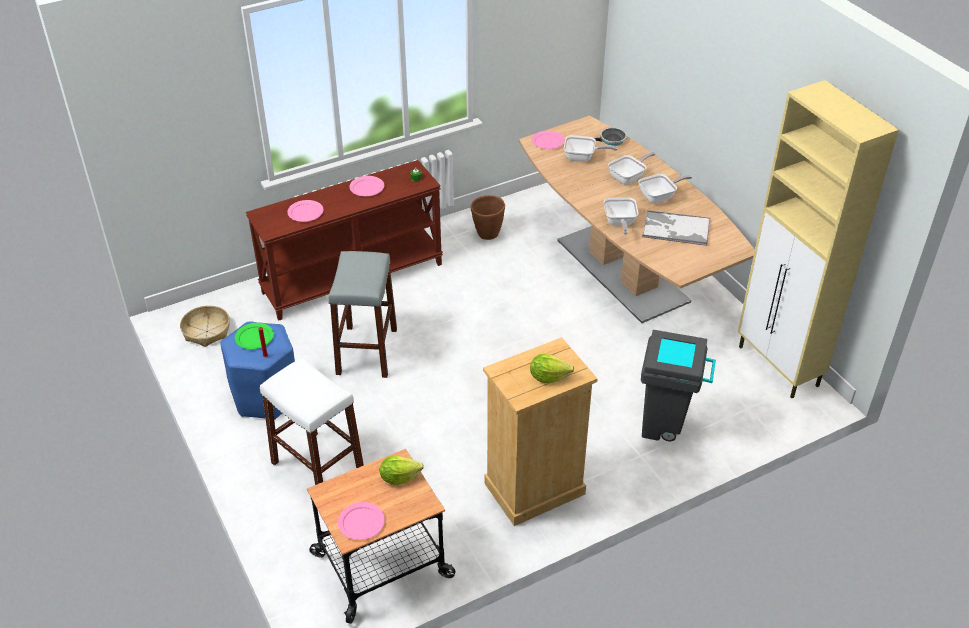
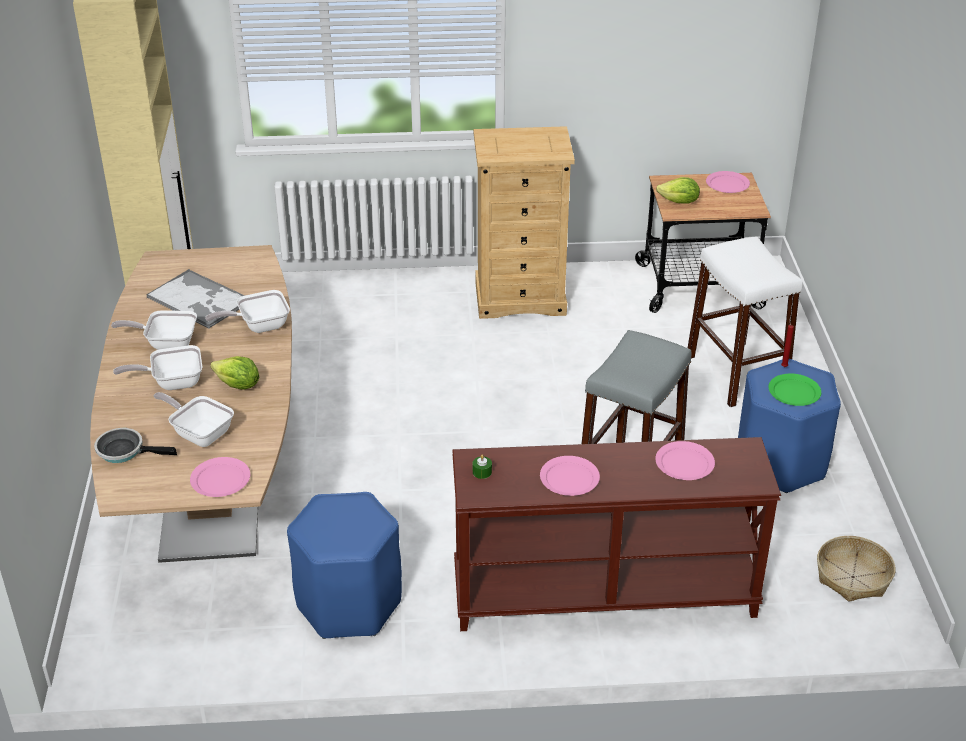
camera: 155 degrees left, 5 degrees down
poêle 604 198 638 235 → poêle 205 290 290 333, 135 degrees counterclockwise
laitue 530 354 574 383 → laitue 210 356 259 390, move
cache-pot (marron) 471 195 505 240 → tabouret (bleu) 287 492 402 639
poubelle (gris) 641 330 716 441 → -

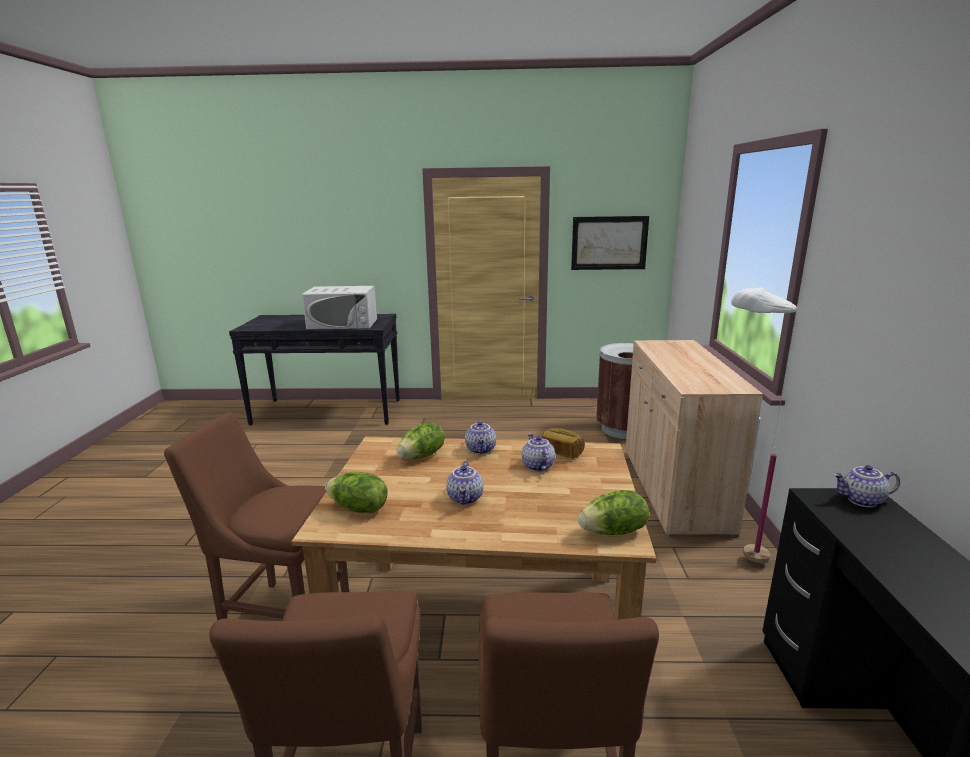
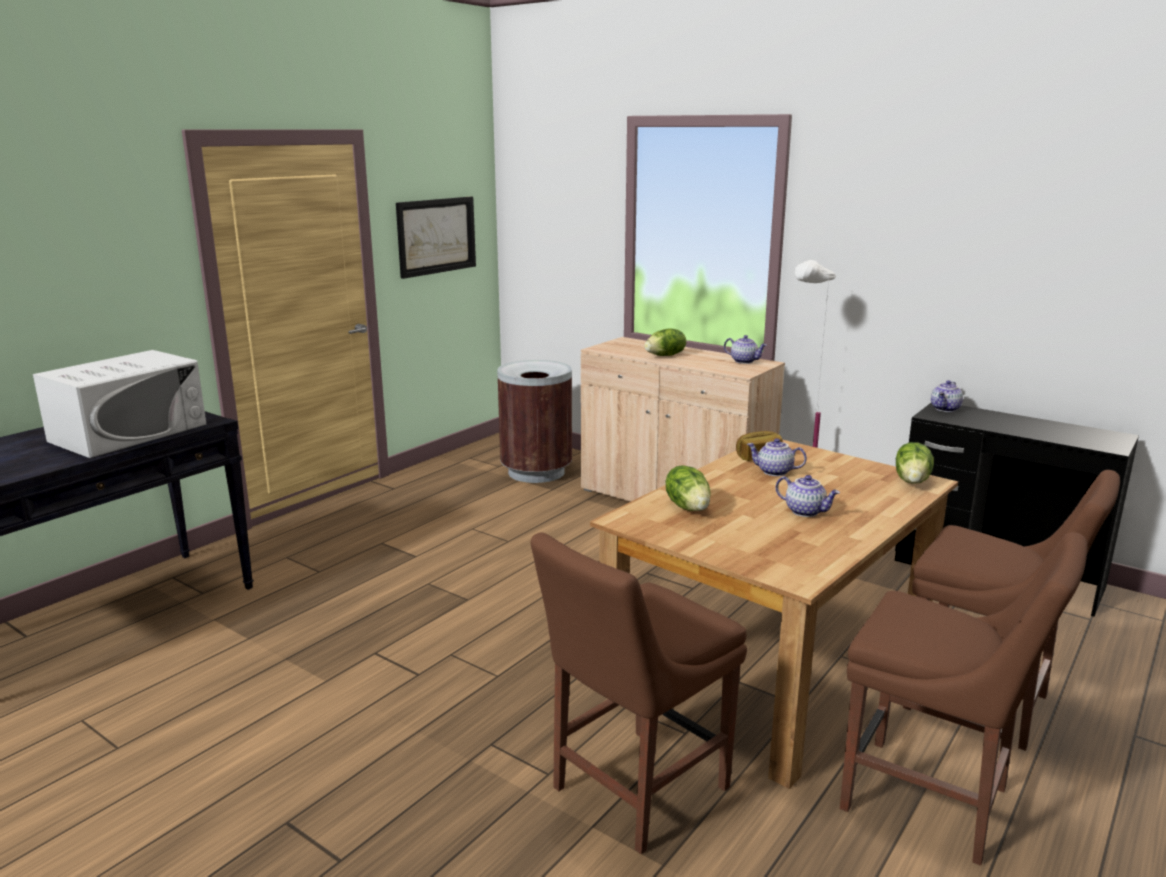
camera: 55 degrees left, 0 degrees up
laitue 325 472 388 513 → laitue 644 329 686 356, move
théière 465 419 496 454 → théière 724 335 767 364, move

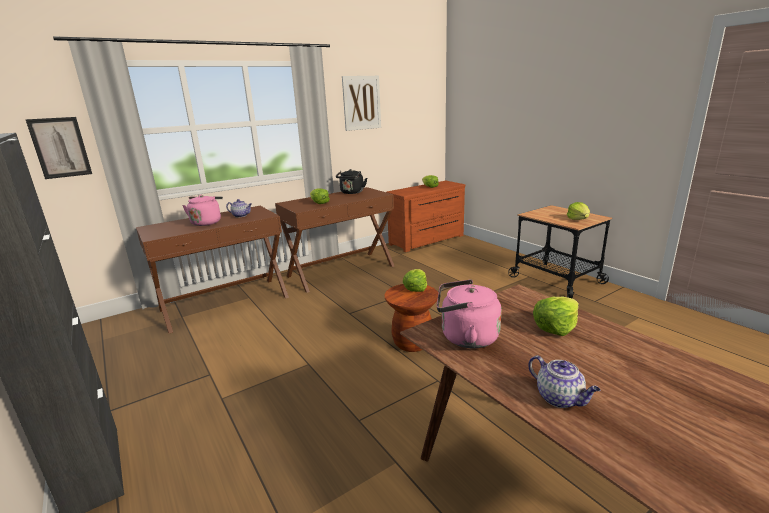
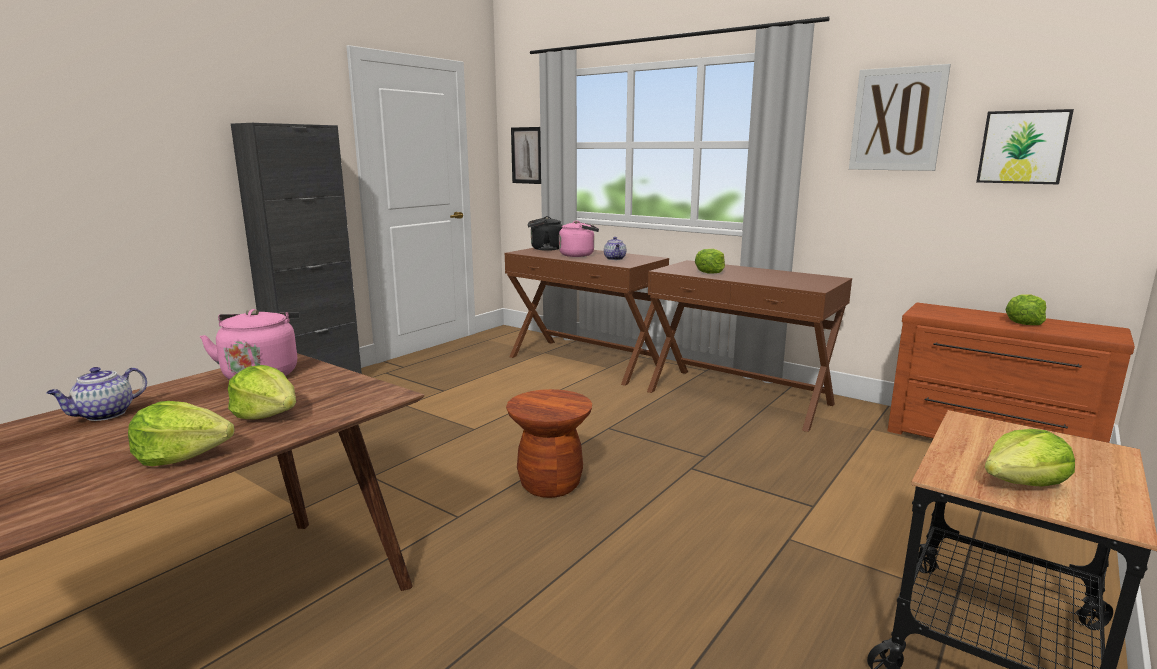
camera: 70 degrees right, 5 degrees down
laitue 403 269 427 292 → laitue 128 401 235 466, move
bouilloire (noir) 336 169 367 194 → bouilloire (noir) 528 216 563 251, move
- → tableau 976 109 1074 185

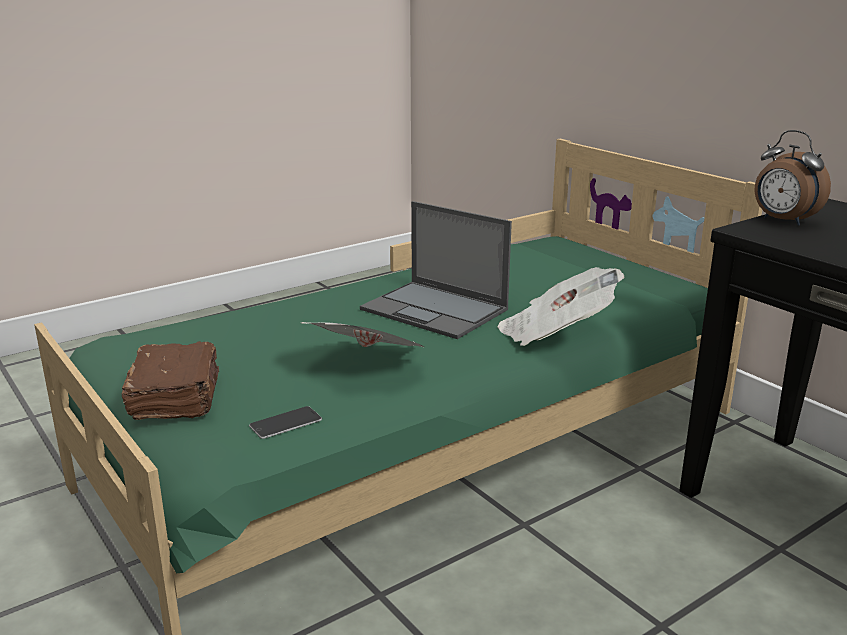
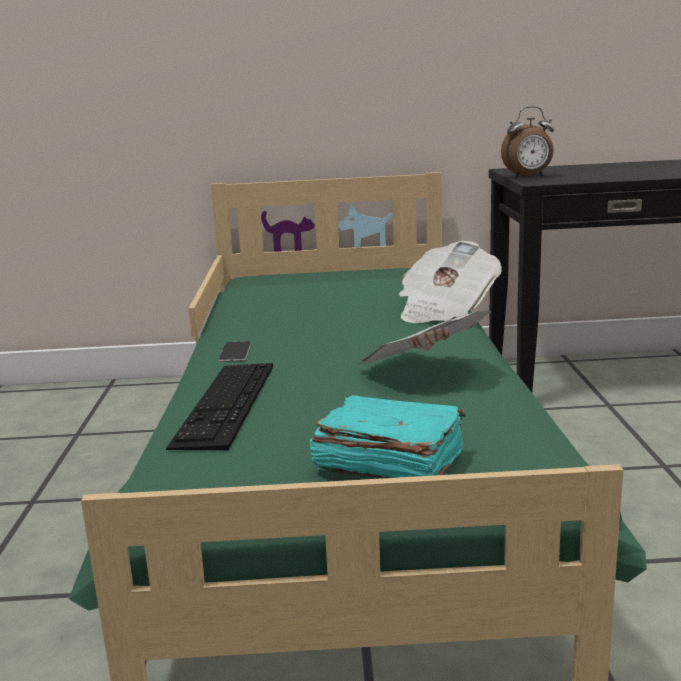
camera: 55 degrees left, 5 degrees down
- → clavier 166 363 273 450
téléphone 249 406 322 439 → téléphone 218 341 252 362, move
livre (marron) 122 341 219 420 → livre (turquoise) 310 395 466 478
ordinateur portable 360 201 512 339 → -

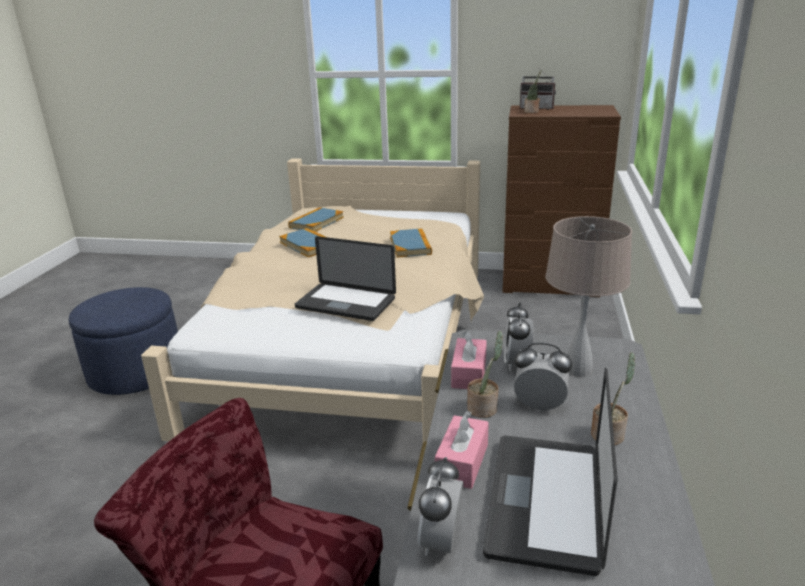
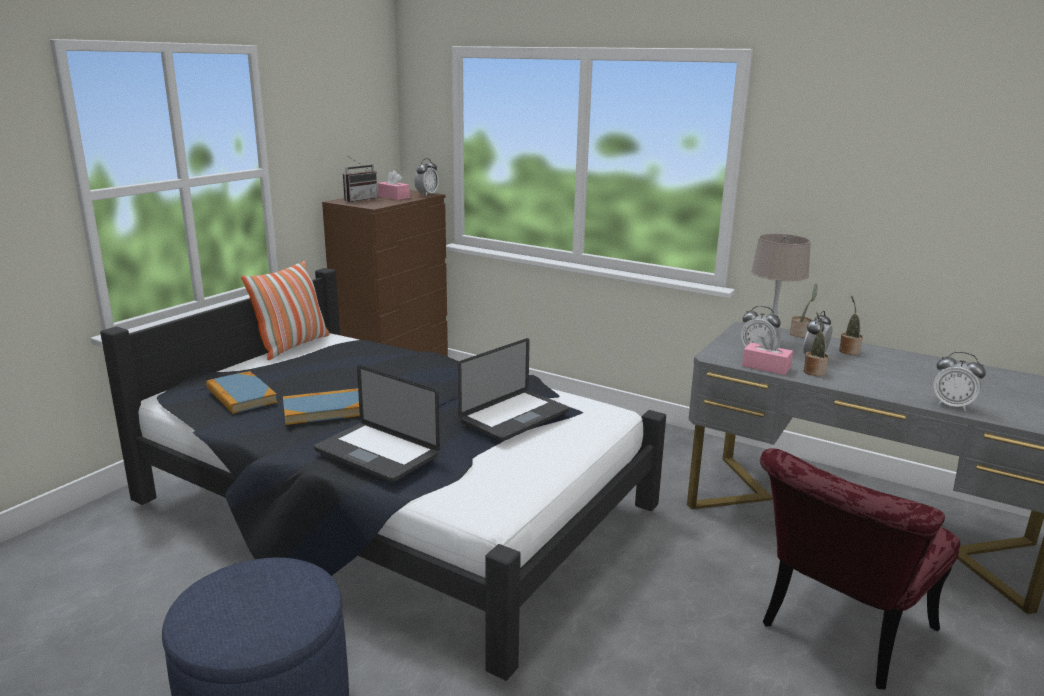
camera: 70 degrees left, 5 degrees down
lit (beige) 141 158 484 442 → lit (noir) 100 268 666 681
- → coussin 241 260 330 360
ordinateur portable 483 367 618 576 → ordinateur portable 314 365 440 482, move
boîte à mouchoirs (rose) 435 411 489 489 → boîte à mouchoirs (rose) 377 170 410 200, move
- → réveil 414 158 439 196
plante en pot 524 70 542 113 → plante en pot 790 283 818 338, move
livre 390 228 432 258 → -

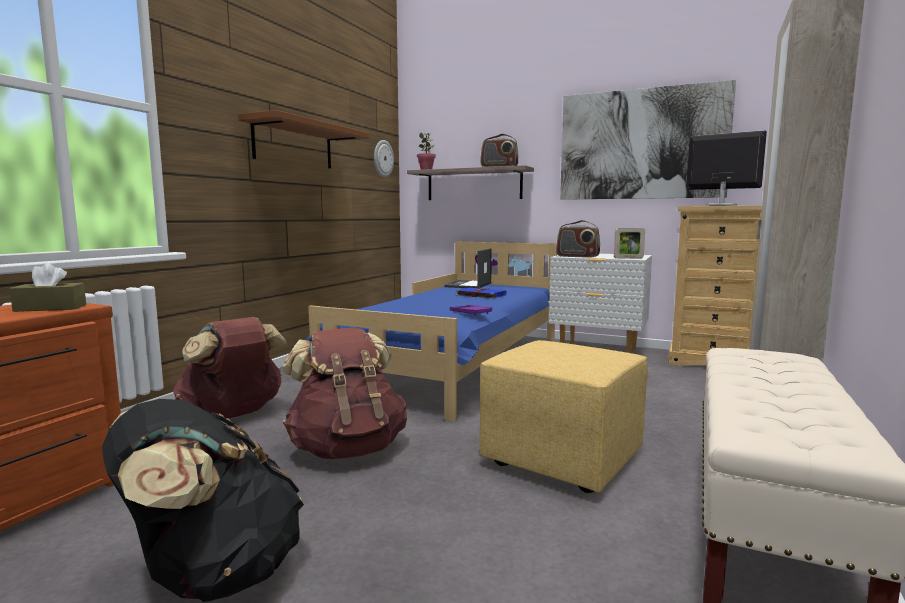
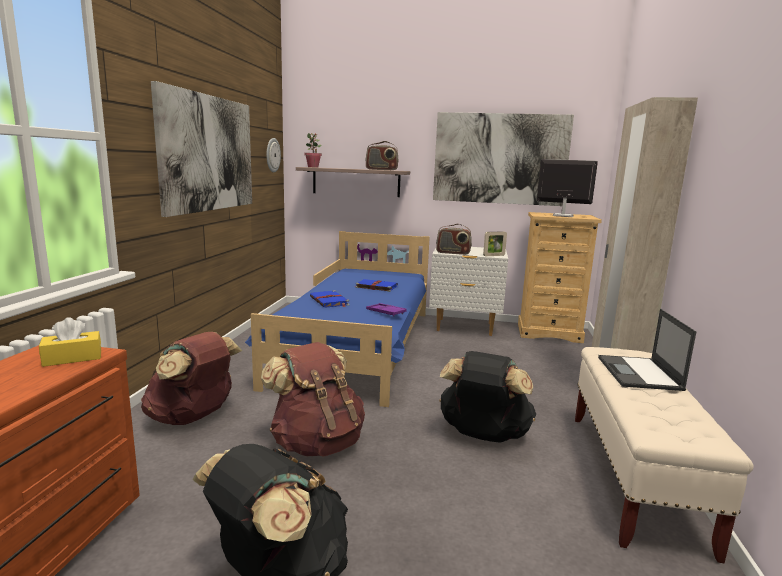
camera: 15 degrees left, 5 degrees up
boîte à mouchoirs (marron) 9 262 86 312 → boîte à mouchoirs (jaune) 39 317 101 367
étagère (marron) 238 110 369 169 → tableau 151 81 252 217
- → livre (bleu) 310 290 350 307
pouf (jaune) 479 340 648 493 → sac à dos (noir) 439 351 536 443
ordinateur portable 444 248 491 288 → ordinateur portable 598 309 696 391, move

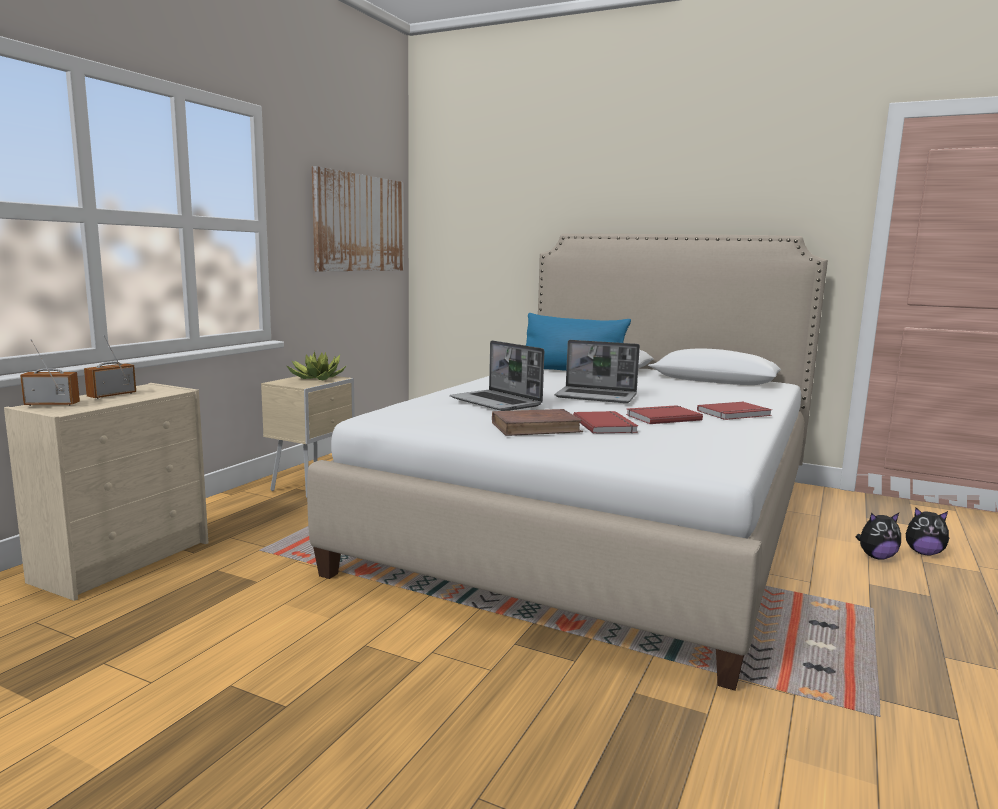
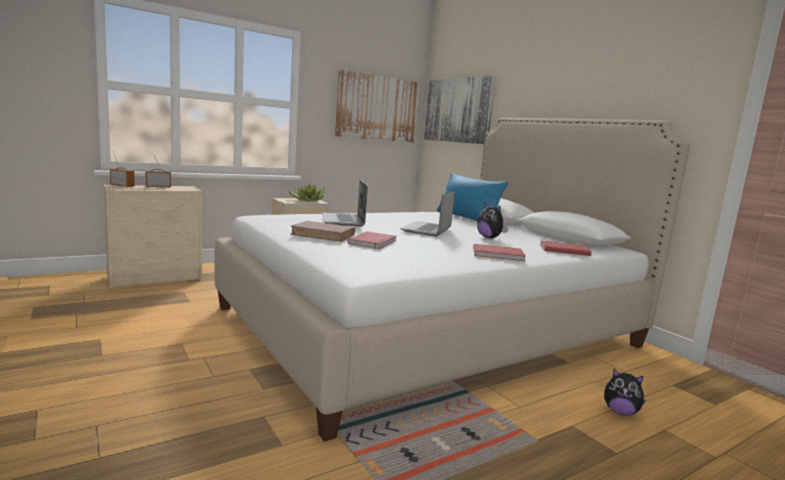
camera: 30 degrees right, 0 degrees up
ordinateur portable 555 340 640 403 → ordinateur portable 400 191 455 236, 60 degrees clockwise
- → tableau 424 75 496 144
peluche 906 508 950 555 → peluche 477 202 508 238, move
livre (rouge) 626 405 703 424 → livre (rouge) 540 240 592 256, move

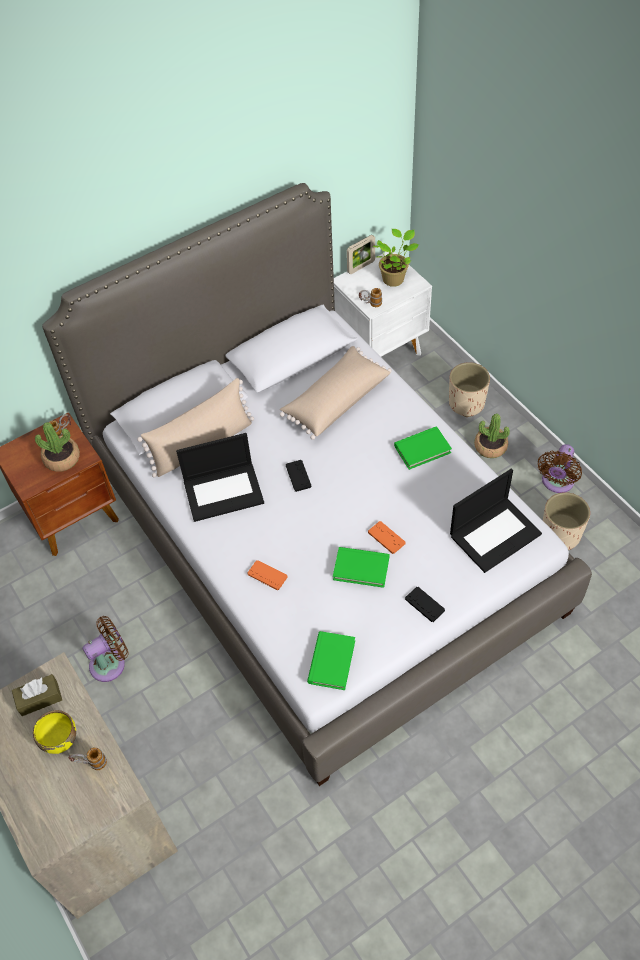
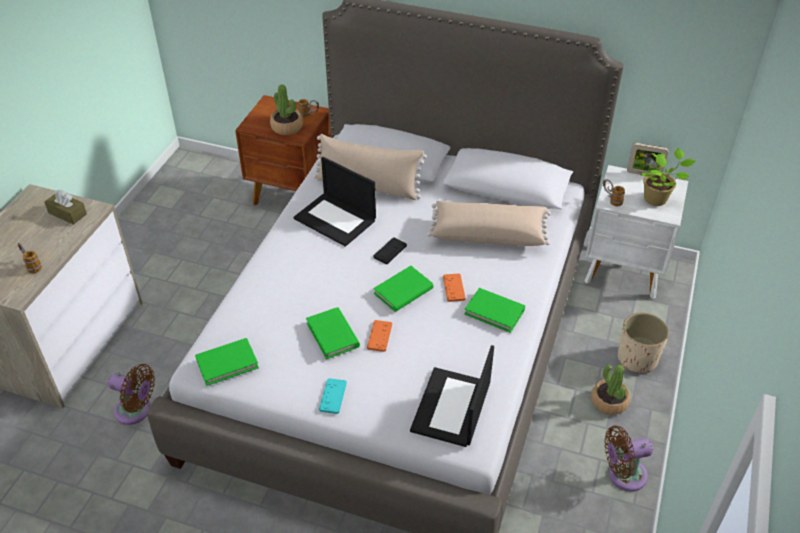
camera: 50 degrees right, 10 degrees down
ventilateur (marron) 82 616 129 682 → ventilateur (marron) 108 364 155 425, move
manette (noir) 405 587 445 622 → manette (turquoise) 319 378 347 414
- → livre (vert) 373 266 433 312
ordinateur portable 450 469 542 573 → ordinateur portable 410 345 494 447, 90 degrees clockwise
manette (orange) 247 560 288 590 → manette (orange) 443 273 466 302, move
bol (jaune) 33 710 76 754 → -
cache-pot (beige) 543 492 590 550 → -

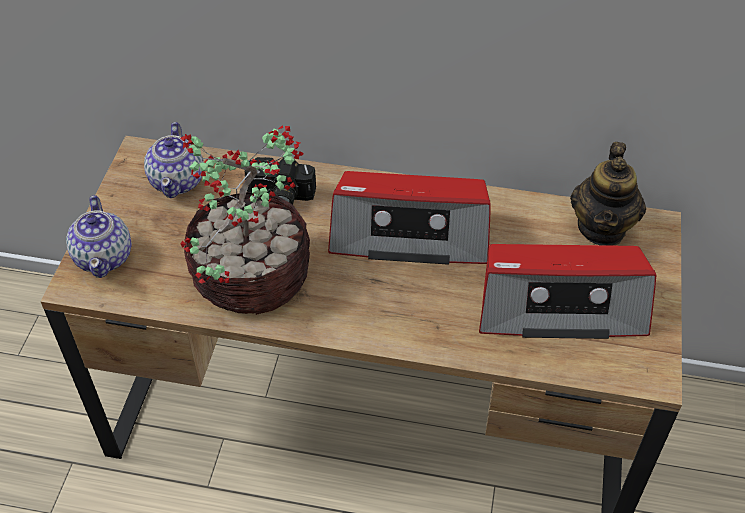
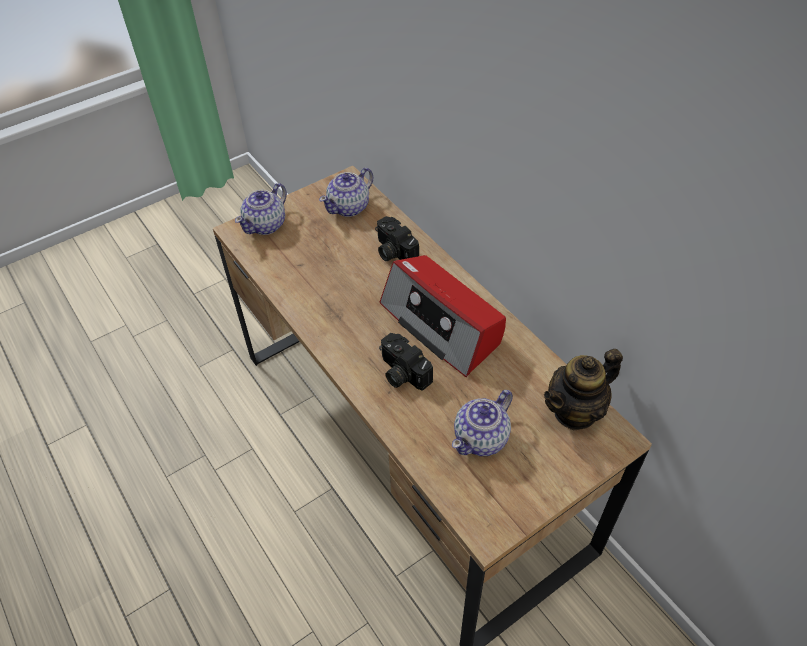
camera: 45 degrees right, 0 degrees up
- → appareil photo 379 333 433 391
radio 479 244 656 339 → théière 452 390 513 456
plante en pot 180 125 310 315 → -

